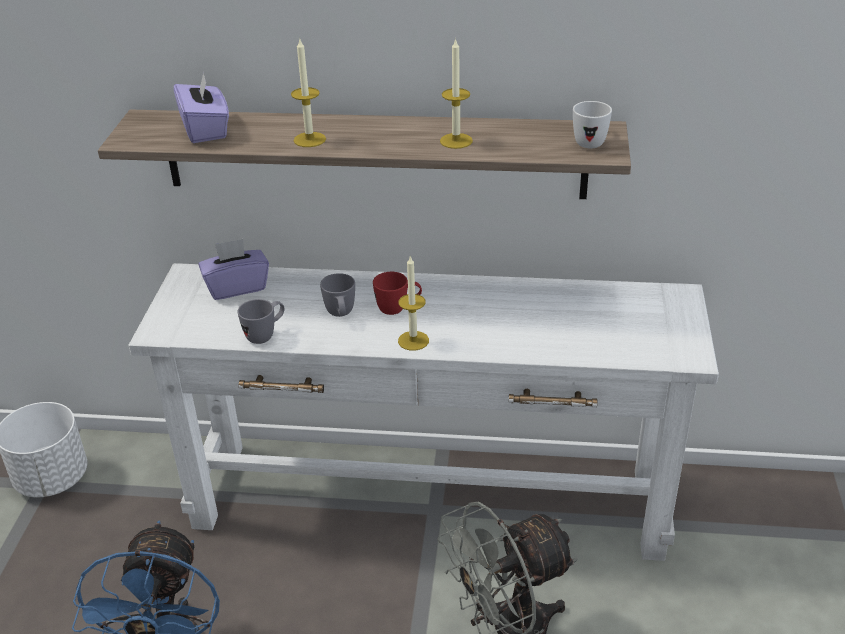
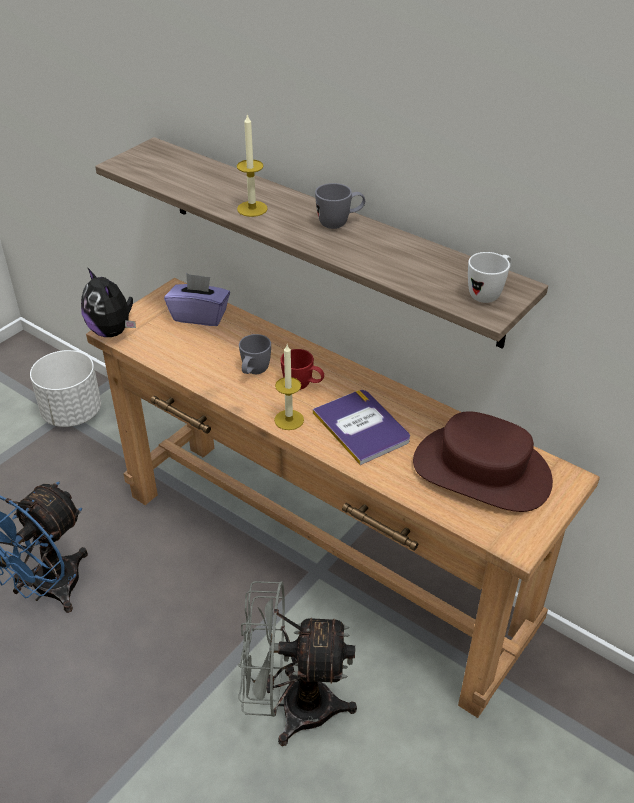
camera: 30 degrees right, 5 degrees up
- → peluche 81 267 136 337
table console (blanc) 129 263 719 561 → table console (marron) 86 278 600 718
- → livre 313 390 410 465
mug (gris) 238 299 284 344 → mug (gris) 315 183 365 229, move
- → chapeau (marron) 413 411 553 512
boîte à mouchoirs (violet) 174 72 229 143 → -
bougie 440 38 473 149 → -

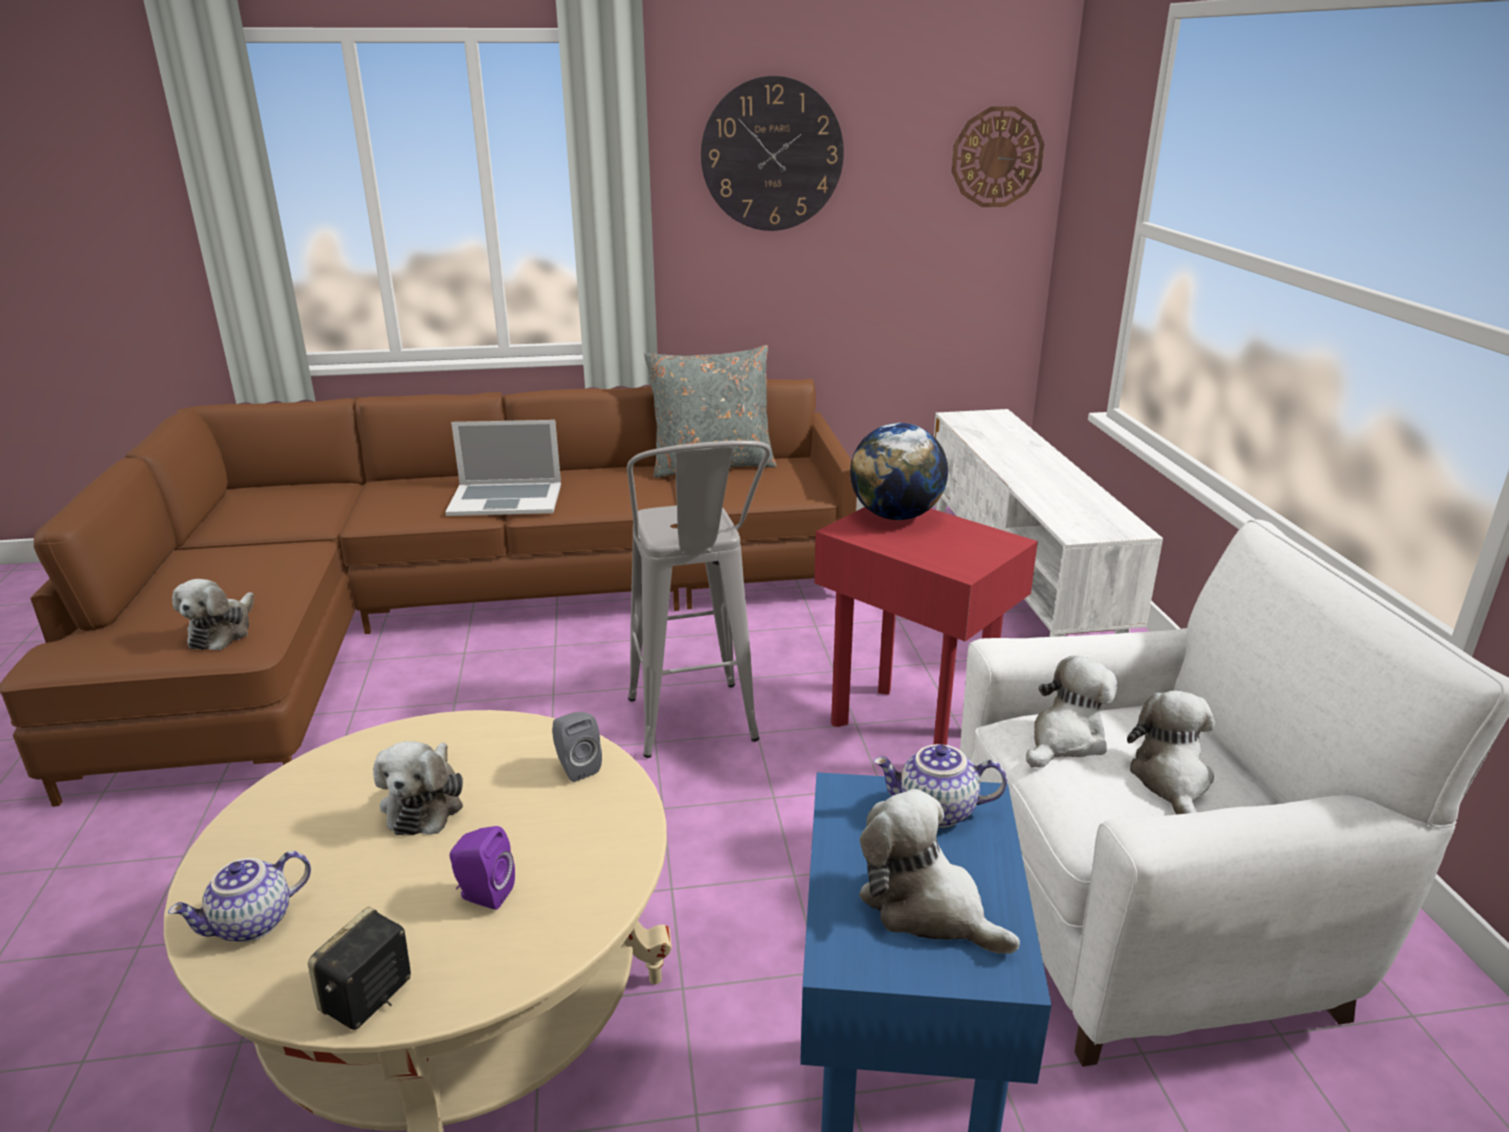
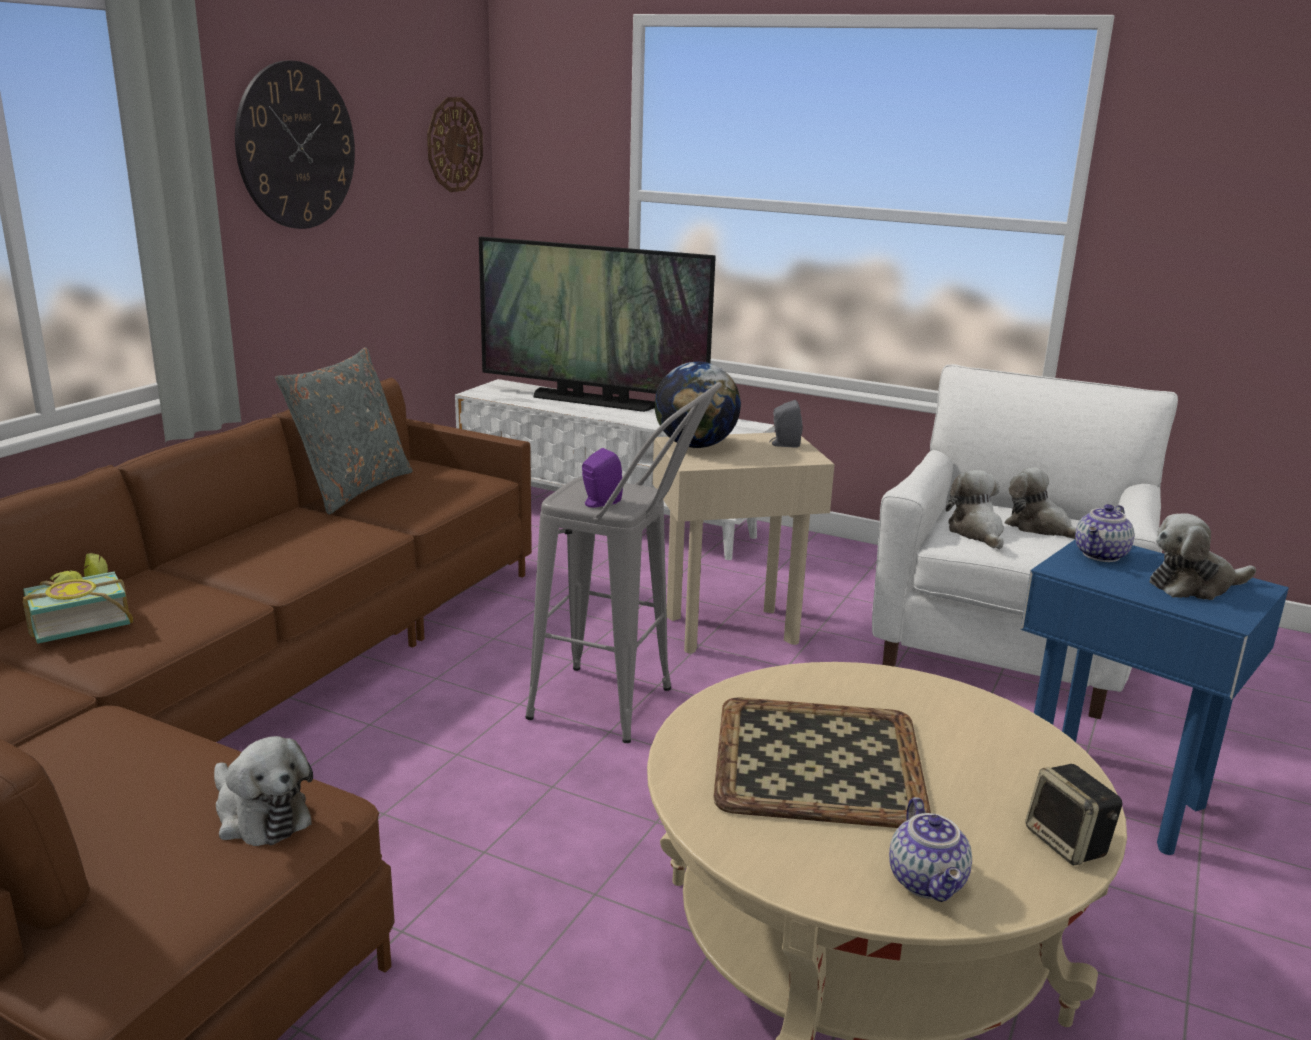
camera: 55 degrees left, 5 degrees down
- → livre 23 553 133 644
- → téléviseur 479 237 716 412
enceinte (violet) 450 826 515 910 → enceinte (violet) 582 448 623 508, move
table d'appoint (rouge) 814 507 1038 745 → table d'appoint (beige) 653 432 835 653
peluche 373 741 463 835 → plateau 713 698 931 828
enceinte (gris) 552 712 602 782 → enceinte (gris) 769 400 803 448, move
ordinateur portable 445 420 561 516 → -

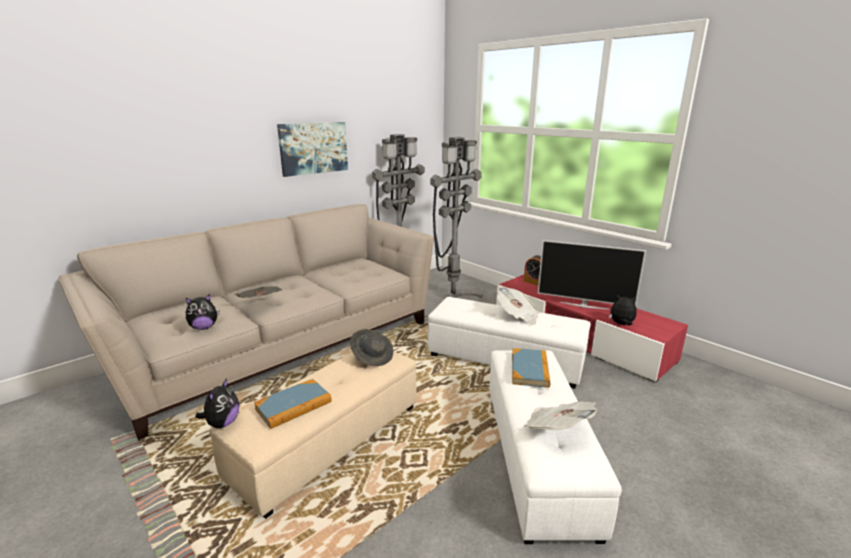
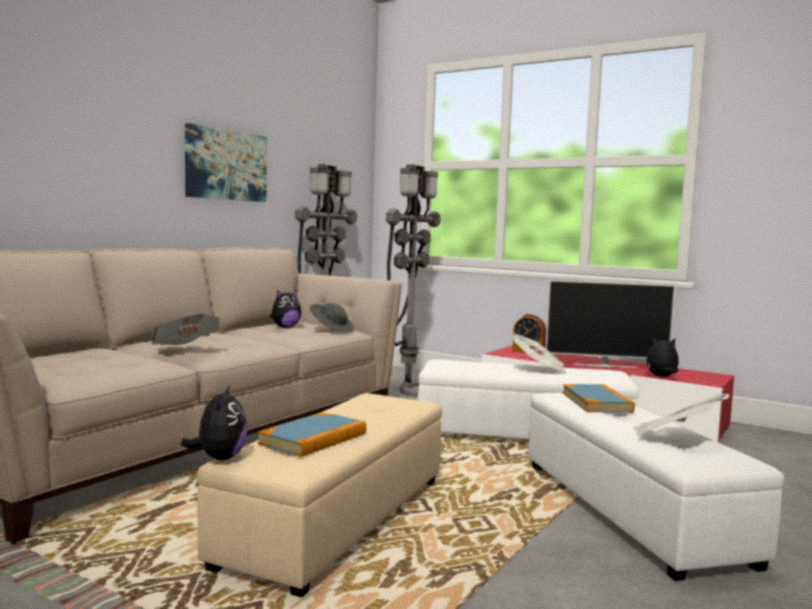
camera: 15 degrees left, 15 degrees down
peluche 186 294 220 330 → peluche 270 289 302 328, move
chapeau (gris) 350 329 393 366 → chapeau (gris) 310 303 354 332, move

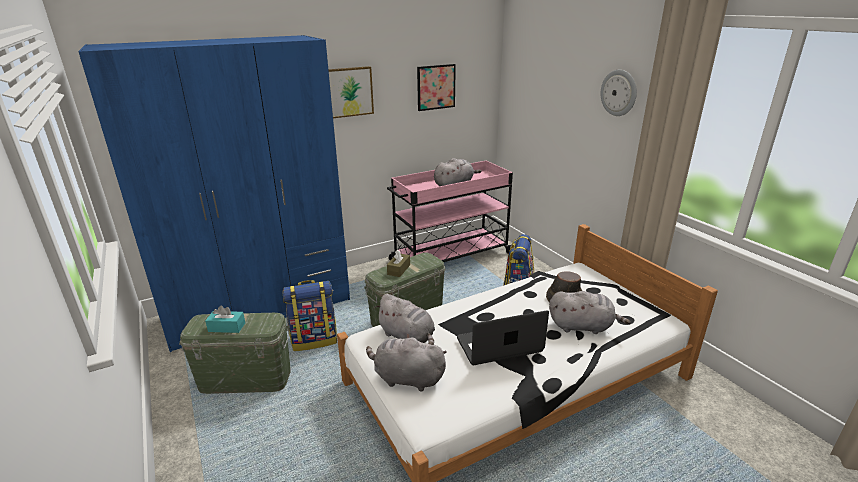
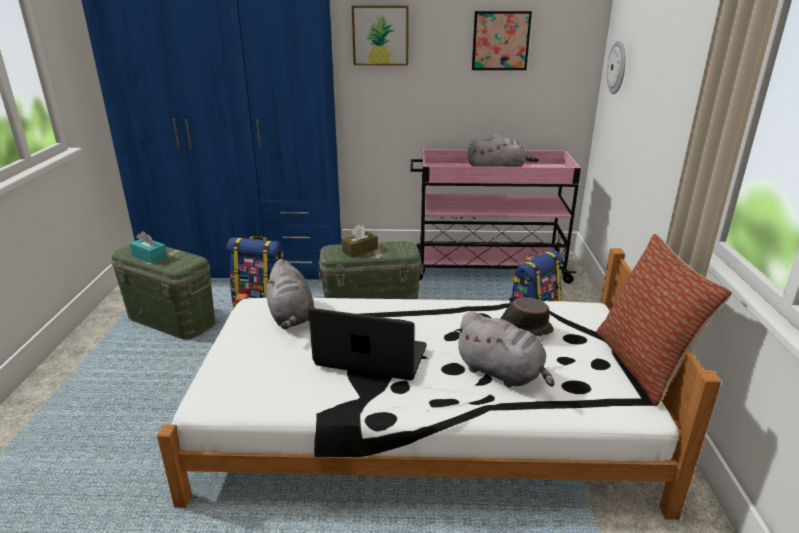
camera: 30 degrees right, 0 degrees up
- → coussin 597 234 732 406
horloge murale 601 70 637 116 → horloge murale 607 40 625 94, move
peluche (gris) 366 334 447 392 → -

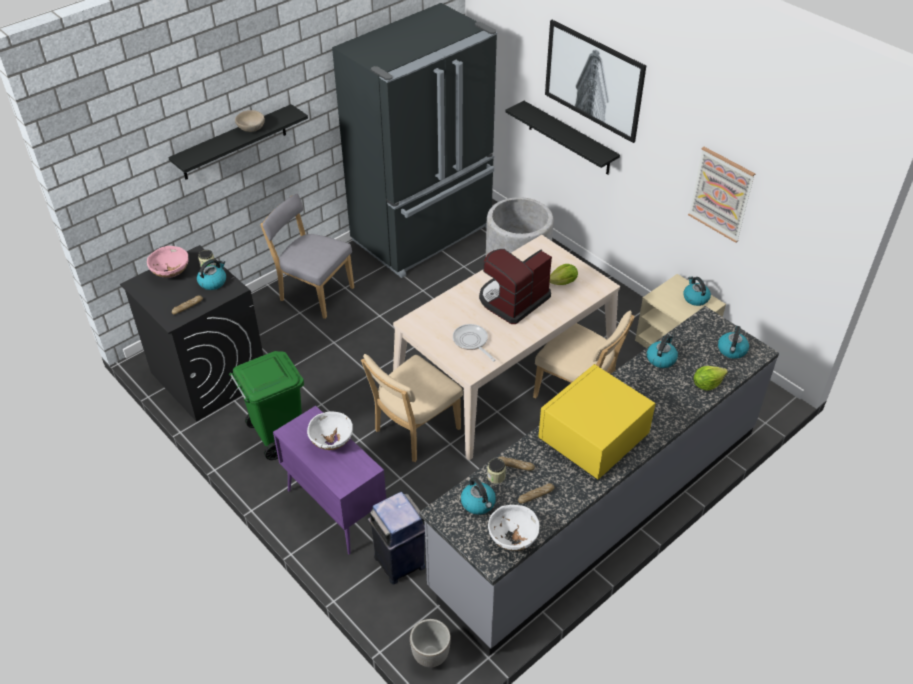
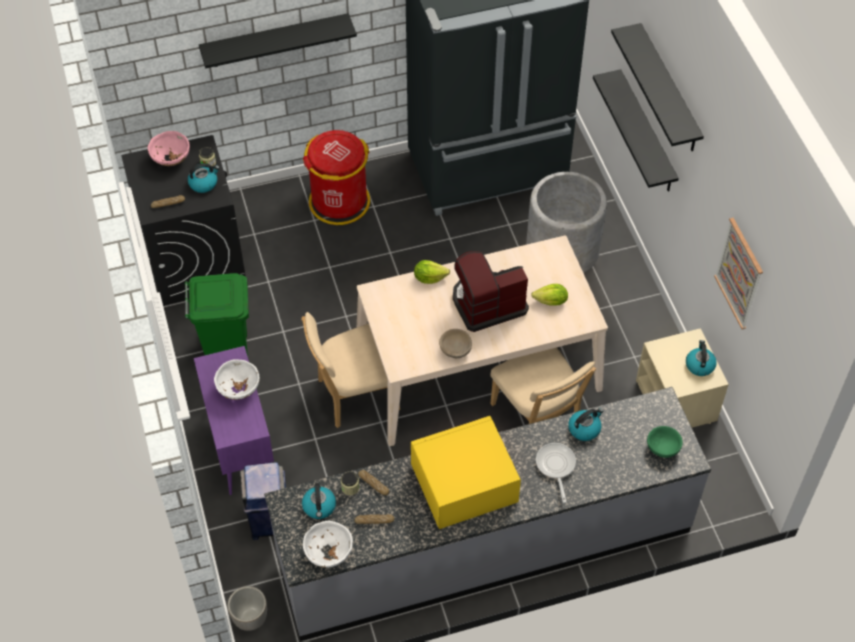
camera: 25 degrees right, 10 degrees up
chaise (gris) 260 194 354 319 → poubelle (rouge) 303 130 370 225
laitue 694 366 728 391 → laitue 414 260 450 284, move
bol (beige) 235 110 265 132 → bol (beige) 439 329 472 358, move
poêle 453 324 496 362 → poêle 536 443 576 503, move
tableau 545 20 646 143 → étagère (noir) 611 23 704 151
bouilloire 718 326 749 359 → bol (vert) 647 426 683 458

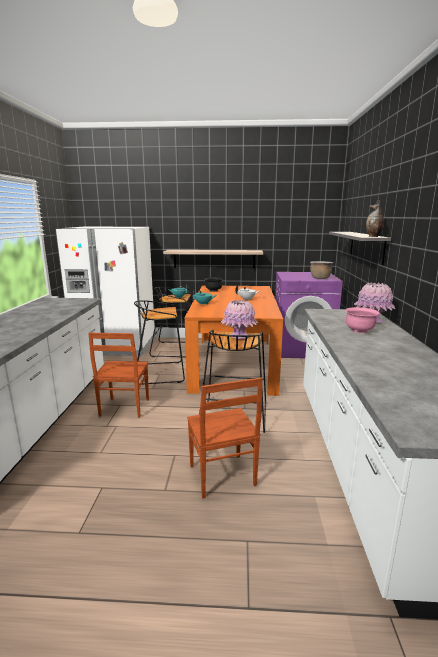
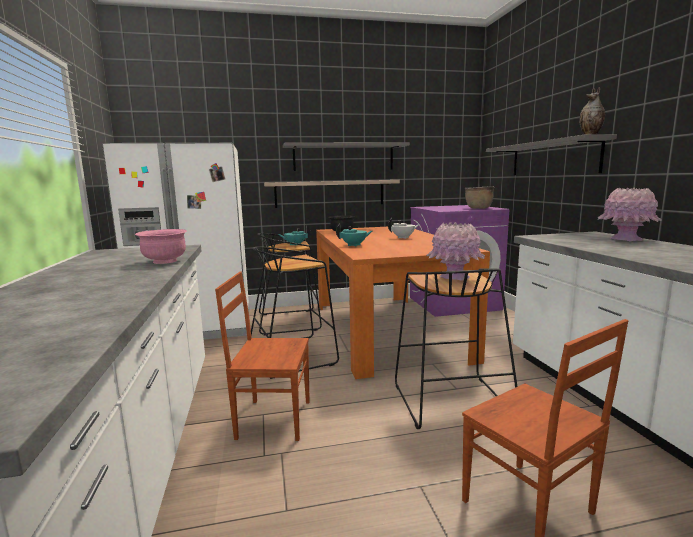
camera: 15 degrees left, 5 degrees down
bol (rose) 345 307 380 333 → bol (rose) 135 229 187 264, move
chaise (marron) 88 333 149 418 → chaise (marron) 215 272 310 441, 105 degrees clockwise
- → étagère (gris) 283 142 410 171

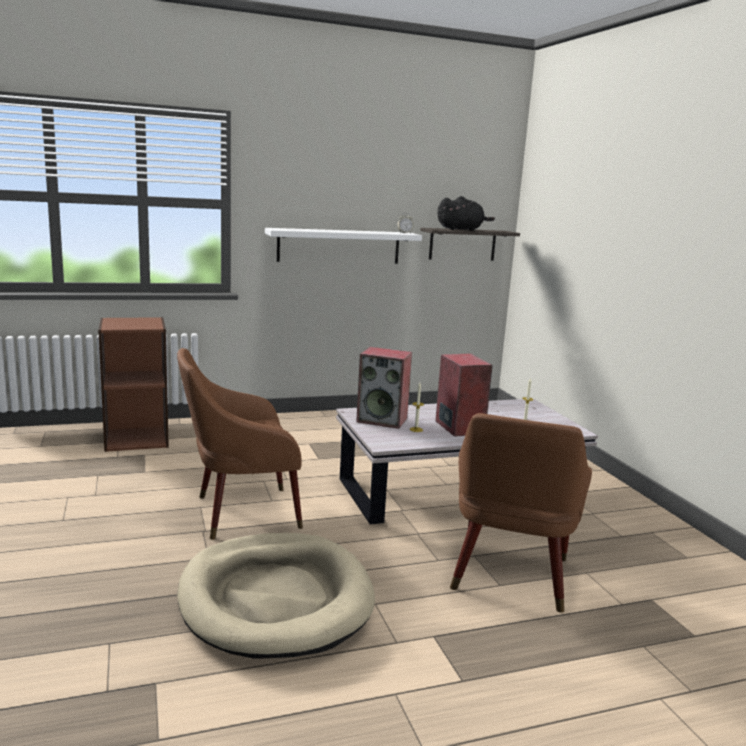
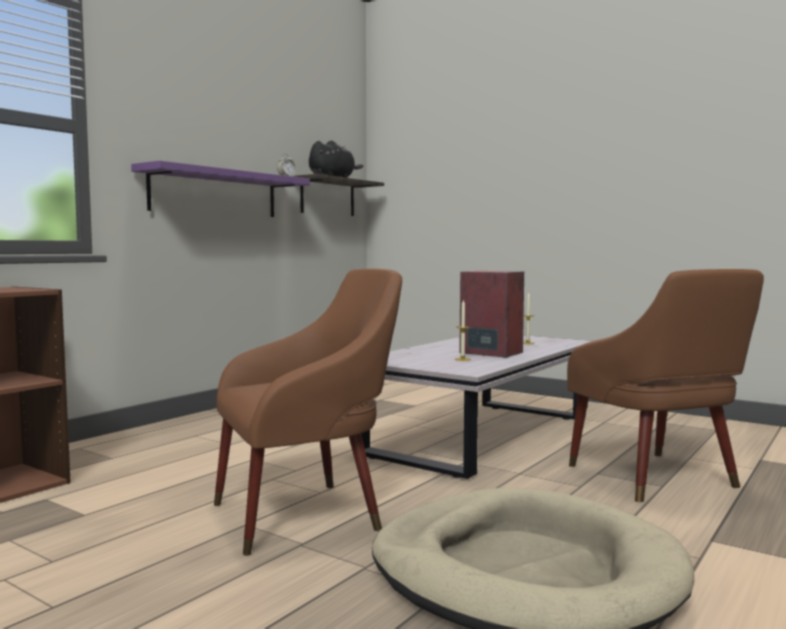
camera: 35 degrees left, 10 degrees down
étagère (blanc) 265 228 422 264 → étagère (violet) 131 160 310 217
fauteuil (marron) 177 348 303 540 → fauteuil (marron) 214 268 402 556, 150 degrees counterclockwise
enceinte 356 347 412 429 → -

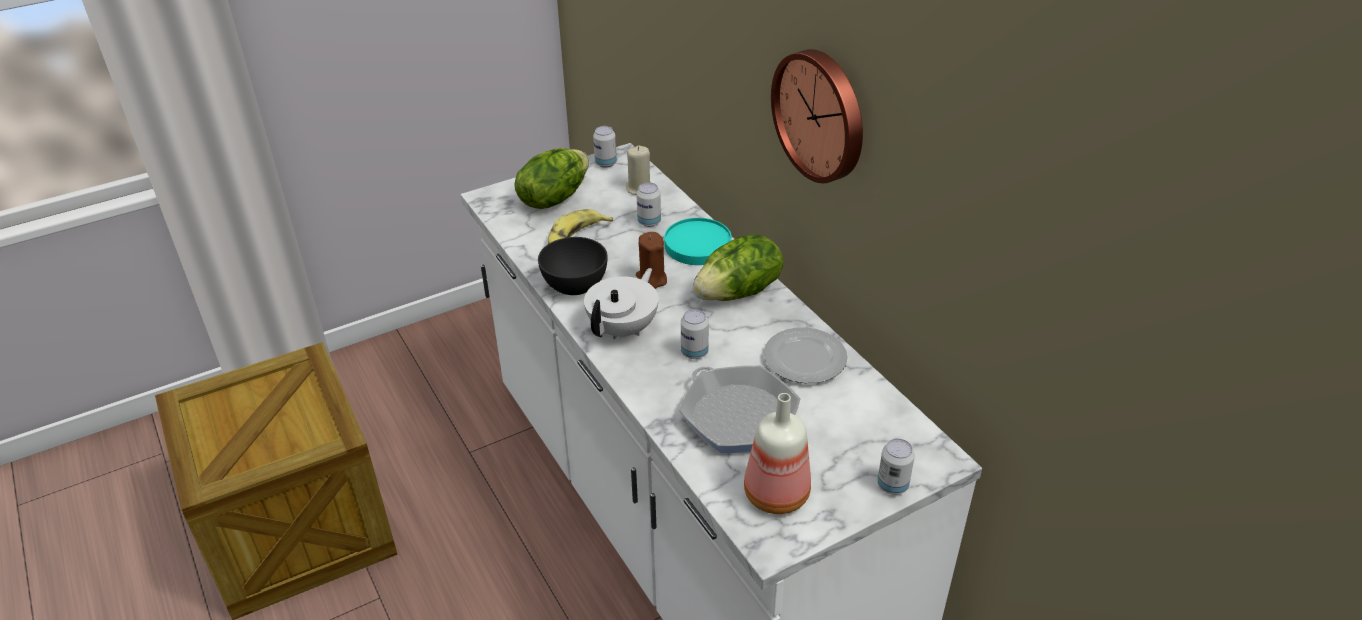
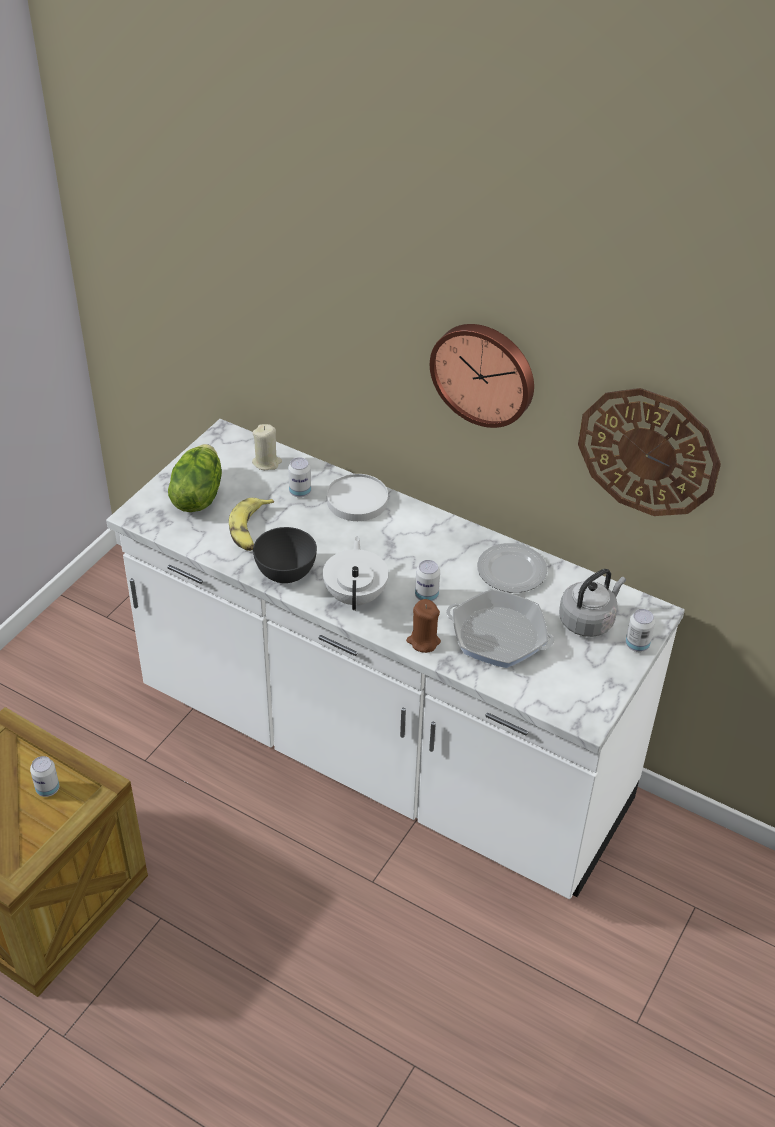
camera: 30 degrees left, 5 degrees up
boîte métallique 593 126 617 168 → boîte métallique 30 756 60 797, move
assiette (turquoise) 664 218 732 265 → assiette (blanc) 327 474 388 521
bougie (marron) 636 232 667 289 → bougie (marron) 406 599 441 653, move
- → bouilloire (gris) 559 569 626 637
- → horloge murale 578 388 721 516
laitue 693 235 784 301 → -
bouteille 744 393 811 514 → -

